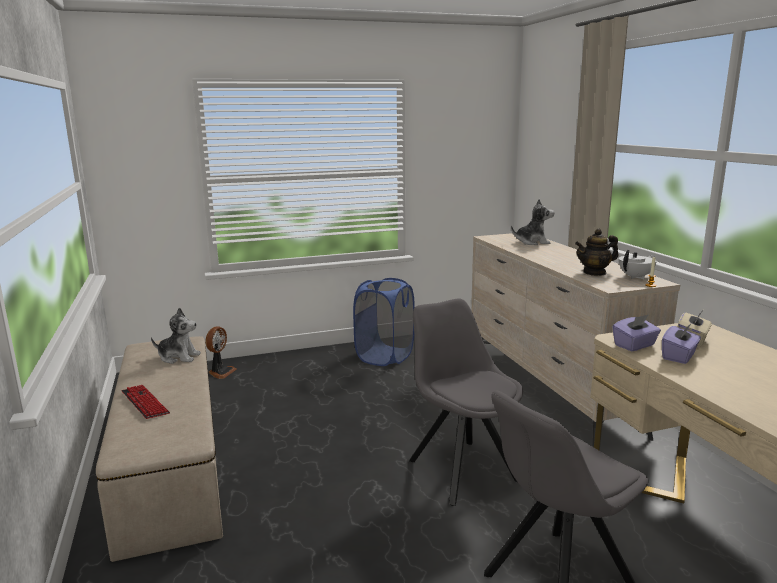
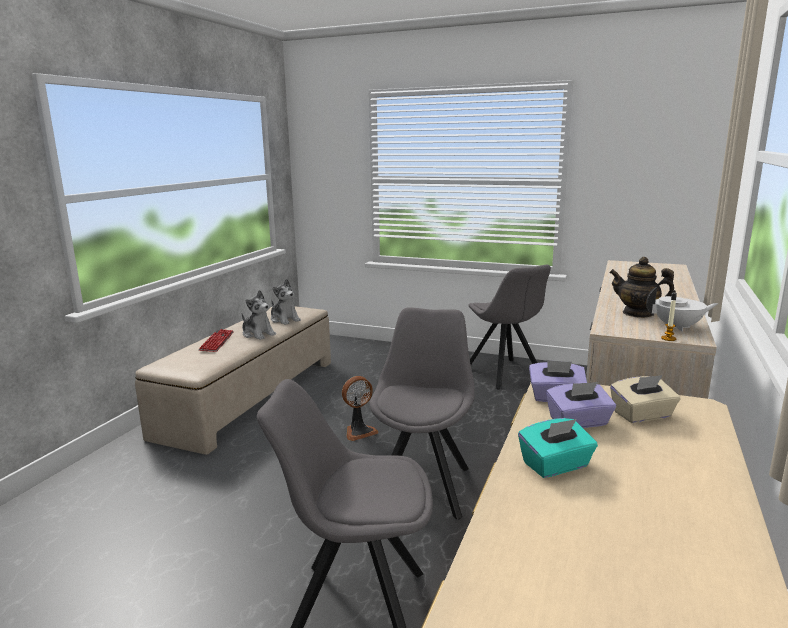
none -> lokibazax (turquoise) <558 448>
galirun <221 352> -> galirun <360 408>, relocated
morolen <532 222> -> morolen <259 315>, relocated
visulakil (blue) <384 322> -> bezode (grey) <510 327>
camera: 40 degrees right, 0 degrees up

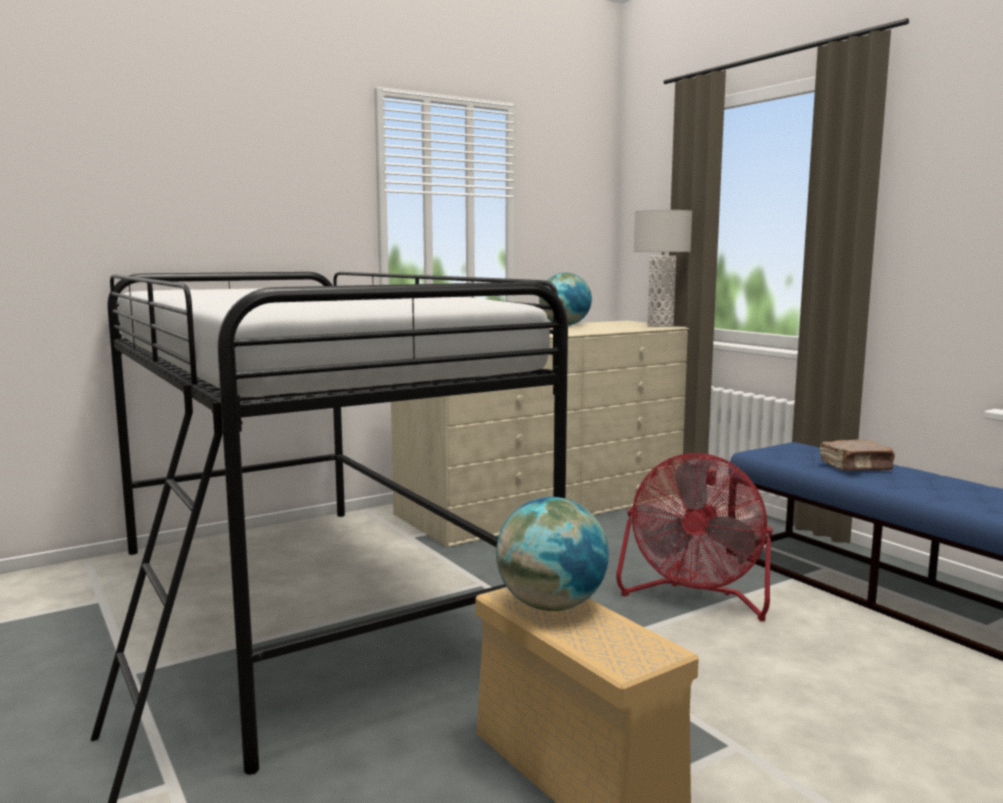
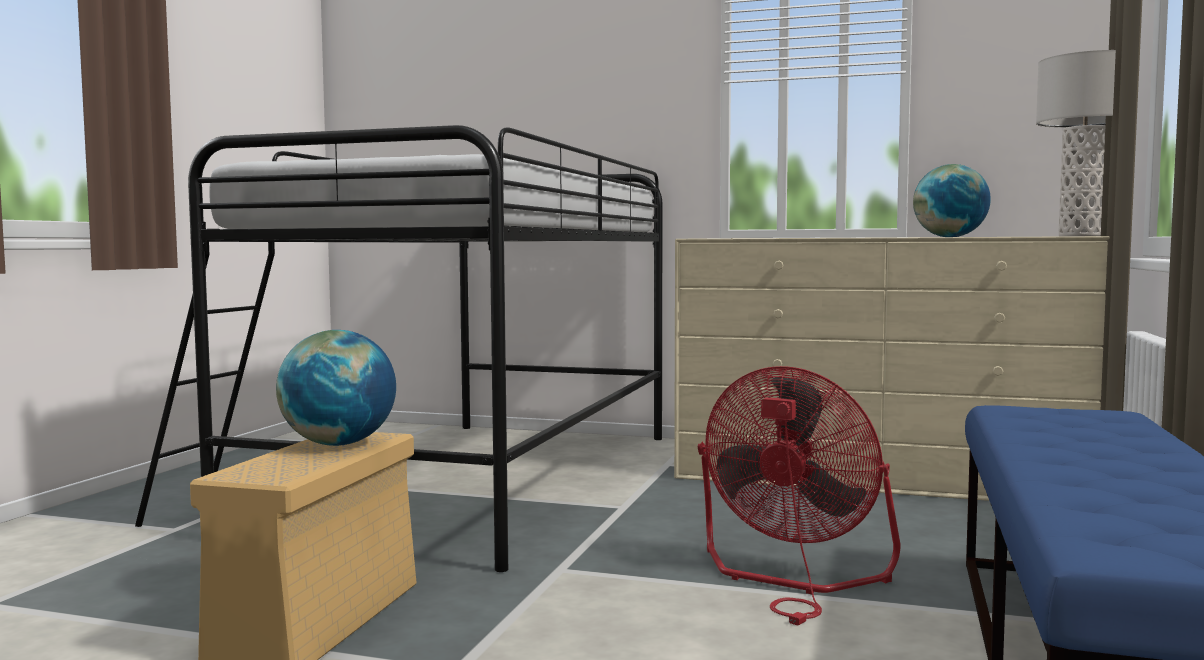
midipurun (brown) <857 454> -> none
galirun (red) <694 537> -> galirun (red) <799 496>, 135 degrees clockwise
camera: 50 degrees right, 5 degrees down

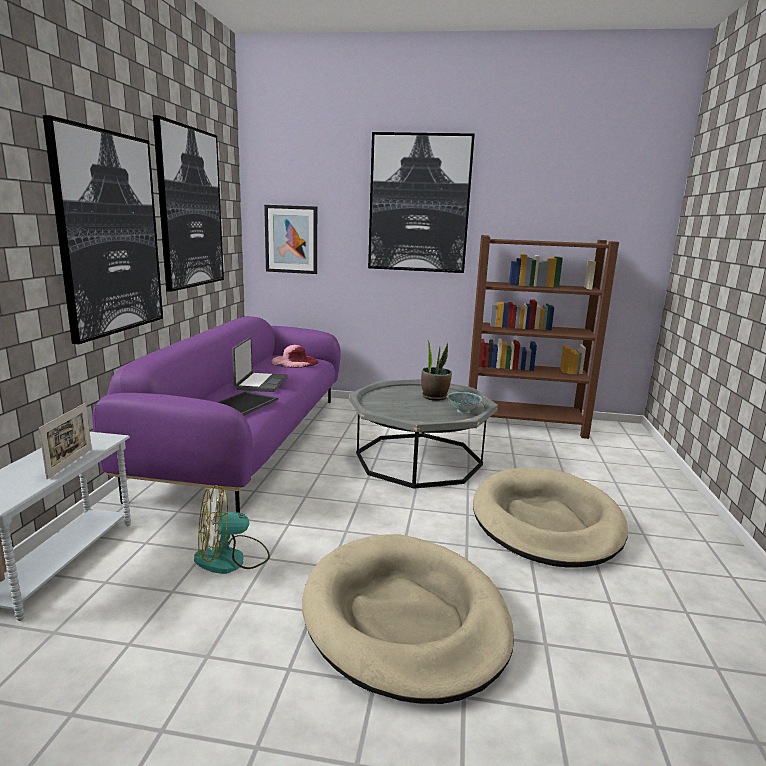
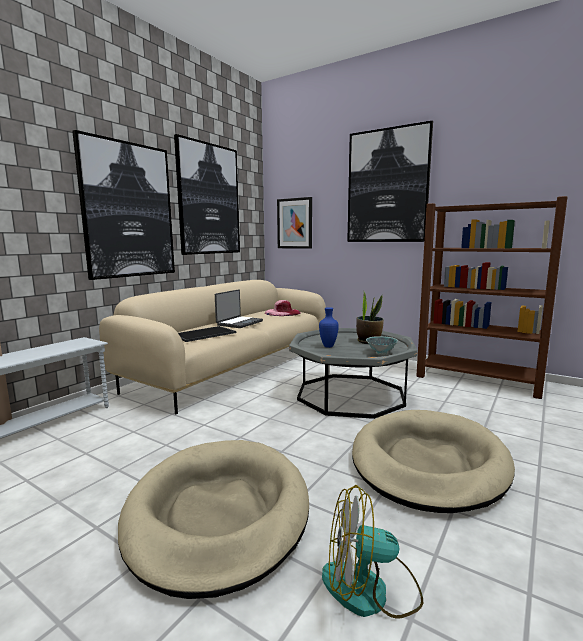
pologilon <65 441> -> none
none -> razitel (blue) <329 327>
galirun <232 529> -> galirun <372 552>, relocated
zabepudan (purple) <216 414> -> zabepudan (beige) <212 347>
camera: 25 degrees right, 5 degrees down

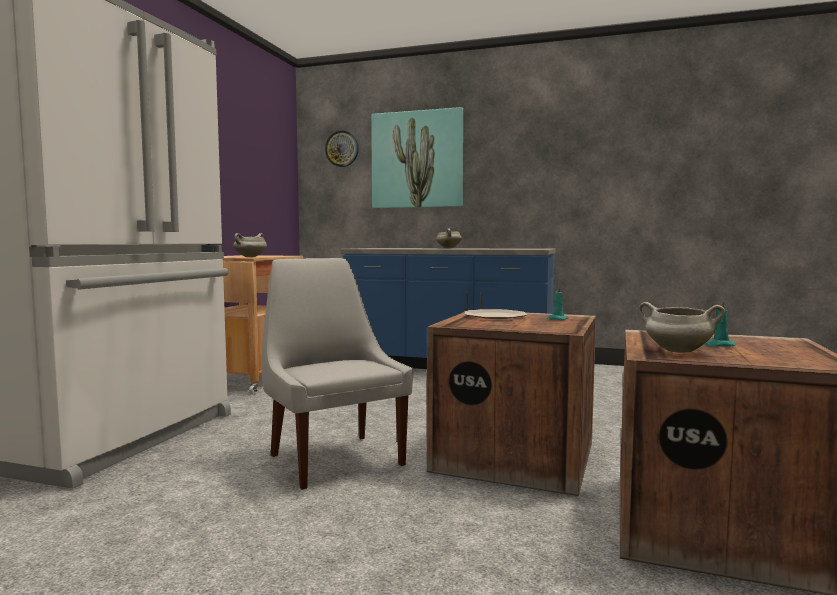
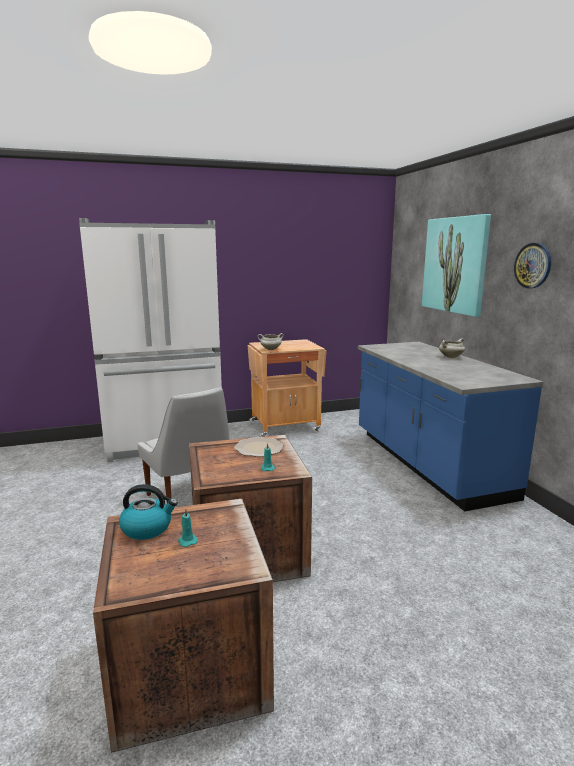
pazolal <342 148> -> pazolal <532 266>, relocated
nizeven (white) <681 327> -> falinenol <148 512>
bezode (white) <337 374> -> bezode (white) <183 445>, 120 degrees clockwise
camera: 55 degrees right, 10 degrees up

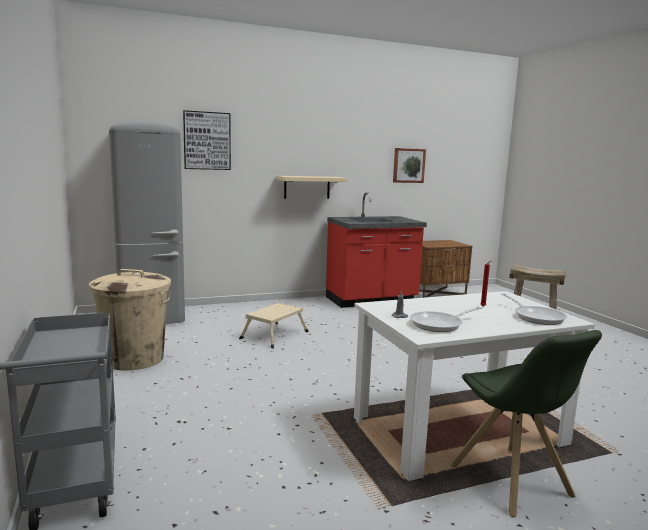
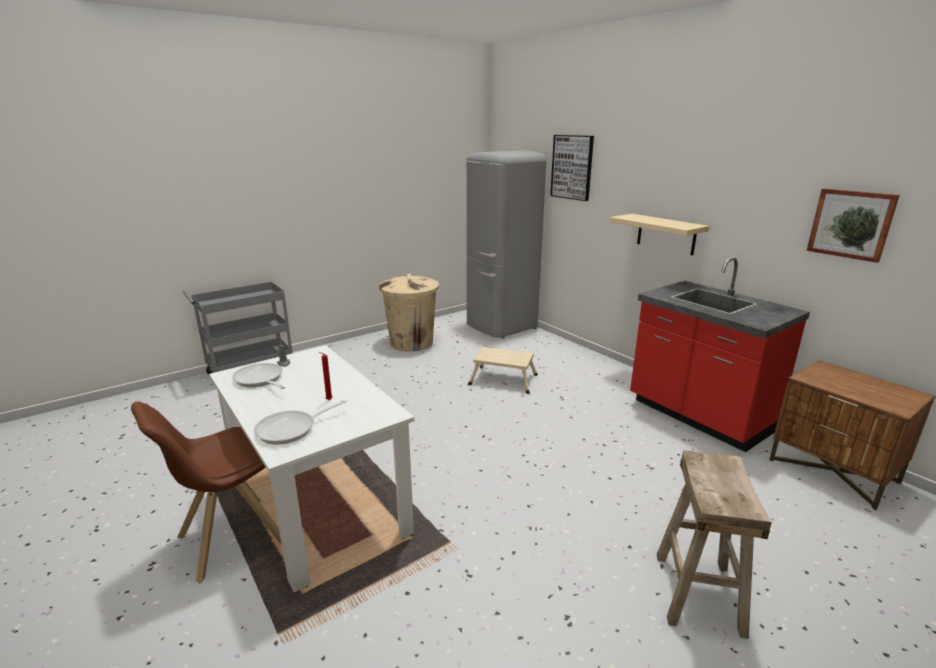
bezode (green) <526 423> -> bezode (brown) <206 491>
camera: 75 degrees right, 10 degrees up

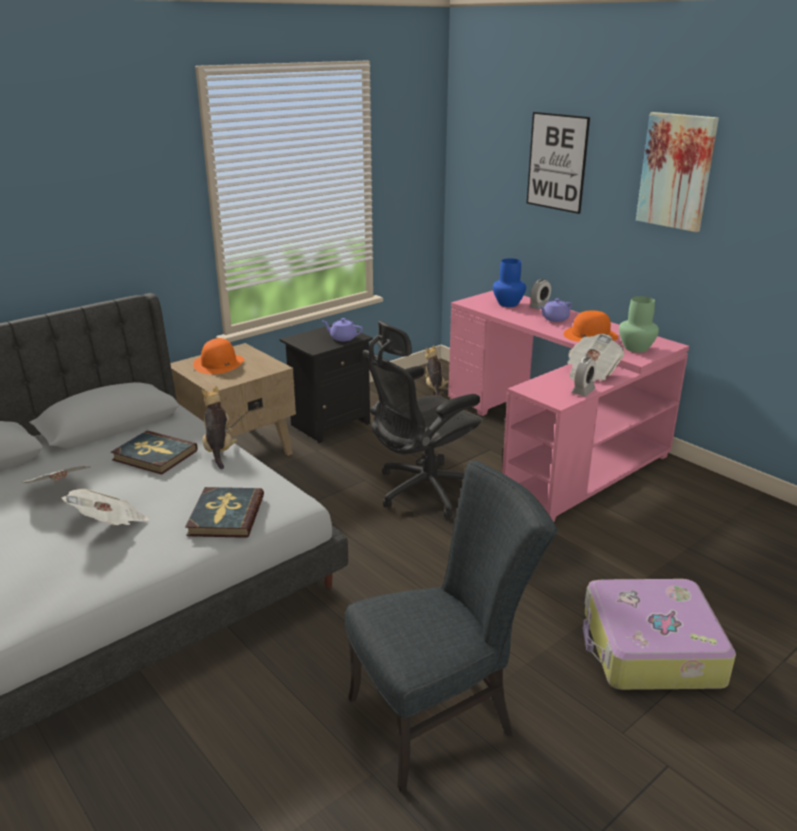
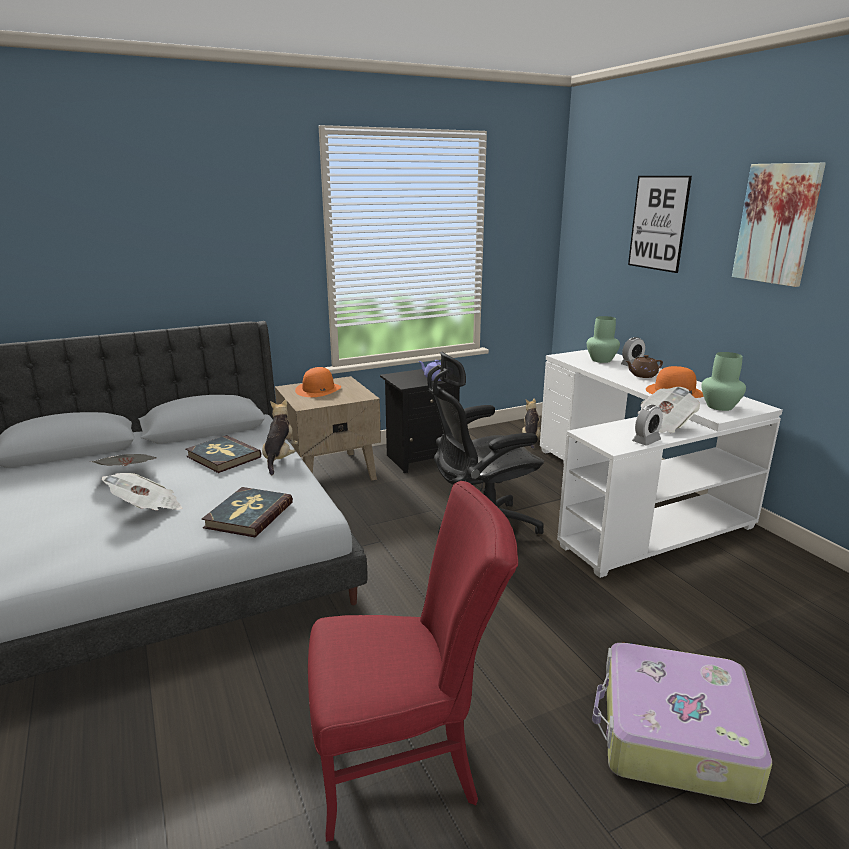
bezode (grey) <451 626> -> bezode (red) <413 661>
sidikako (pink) <568 406> -> sidikako (white) <661 464>
razitel (blue) <509 282> -> razitel (green) <603 339>
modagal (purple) <556 310> -> modagal (brown) <644 366>
camera: 15 degrees right, 5 degrees down

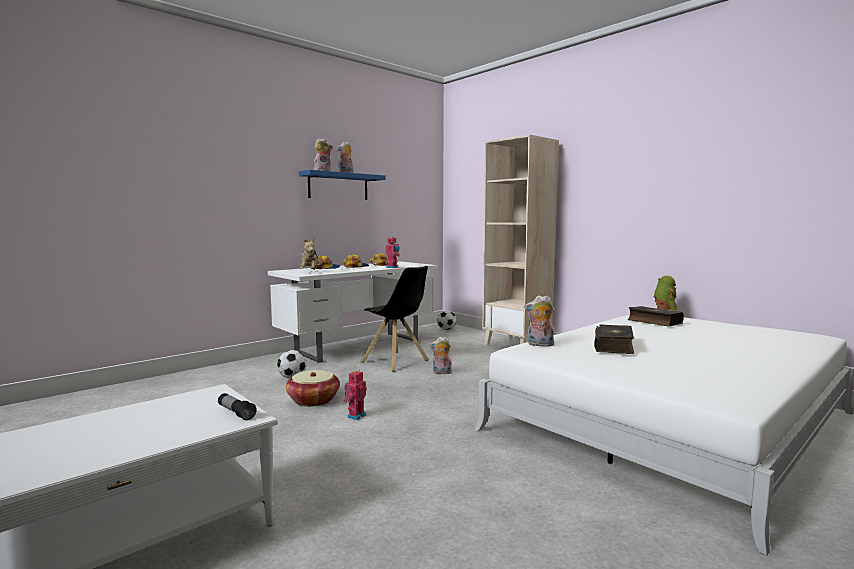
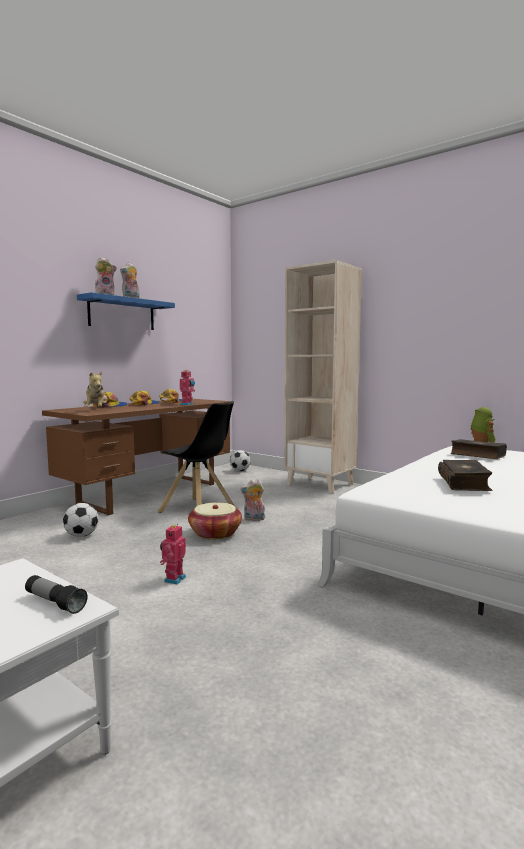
morolen <539 321> -> none
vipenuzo <313 388> -> vipenuzo <215 521>, relocated
sidikako (white) <352 312> -> sidikako (brown) <138 457>
camera: 10 degrees left, 0 degrees up

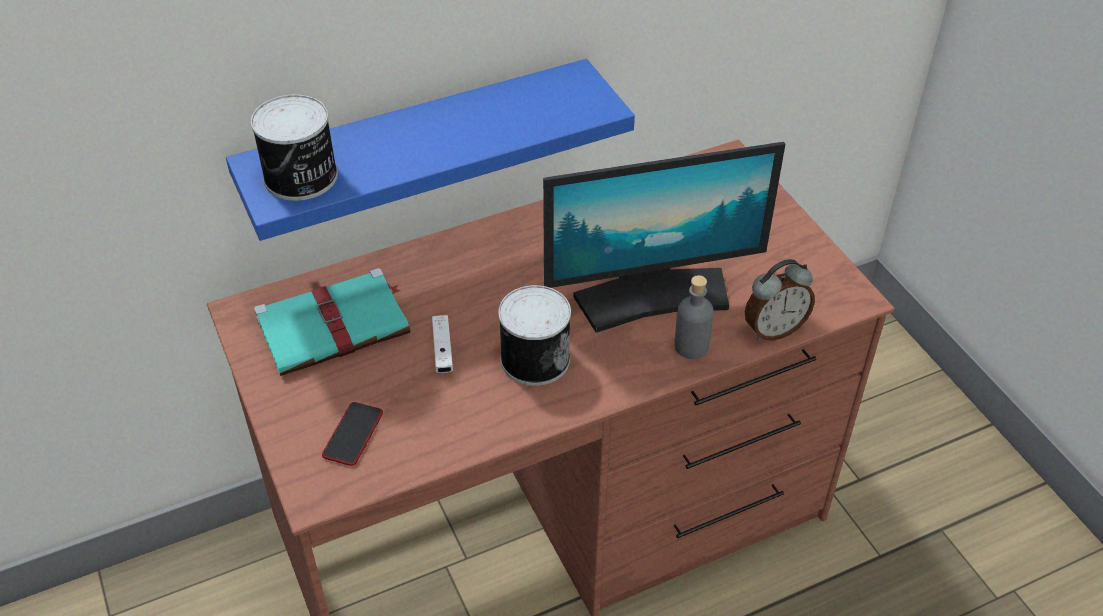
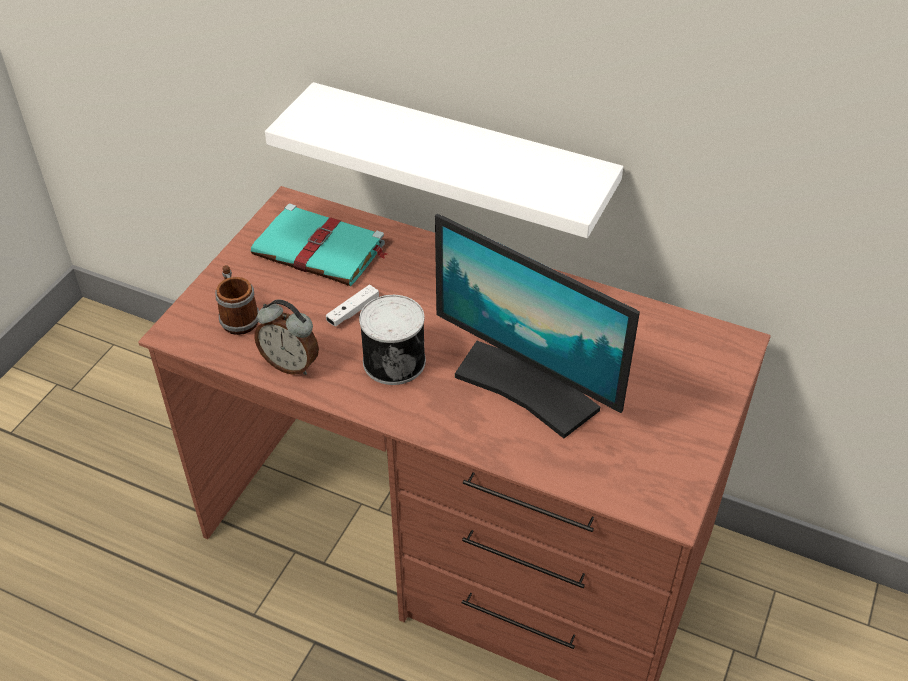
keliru <294 148> -> none
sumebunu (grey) <694 317> -> none
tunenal <780 300> -> tunenal <286 337>, relocated
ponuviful <352 434> -> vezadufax <237 300>
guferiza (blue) <430 150> -> guferiza (white) <444 160>
camera: 50 degrees right, 0 degrees up

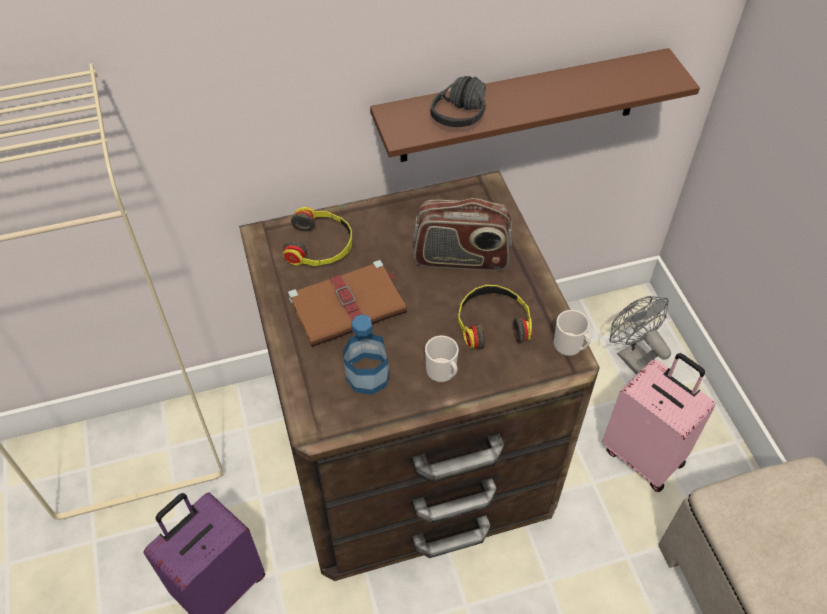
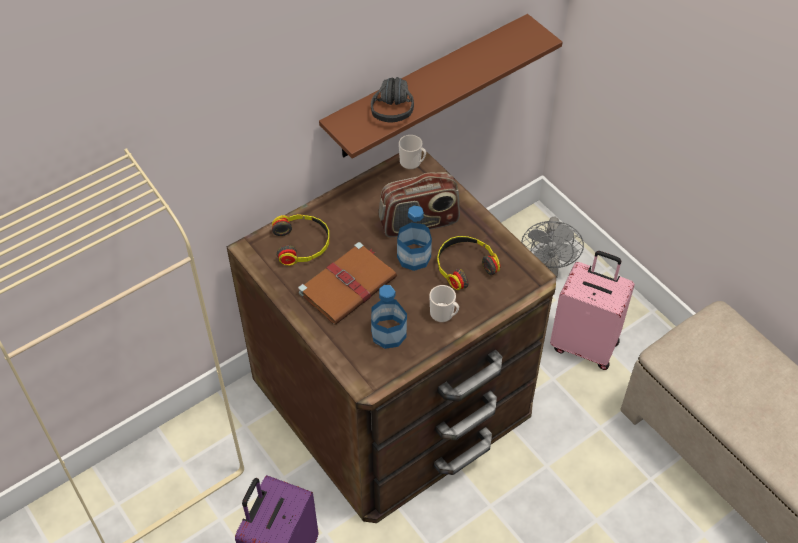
none -> sumebunu <414 238>
vezadufax <572 333> -> vezadufax <412 152>, relocated
galirun (grey) <640 335> -> galirun (grey) <552 247>, 120 degrees counterclockwise
camera: 20 degrees left, 0 degrees up

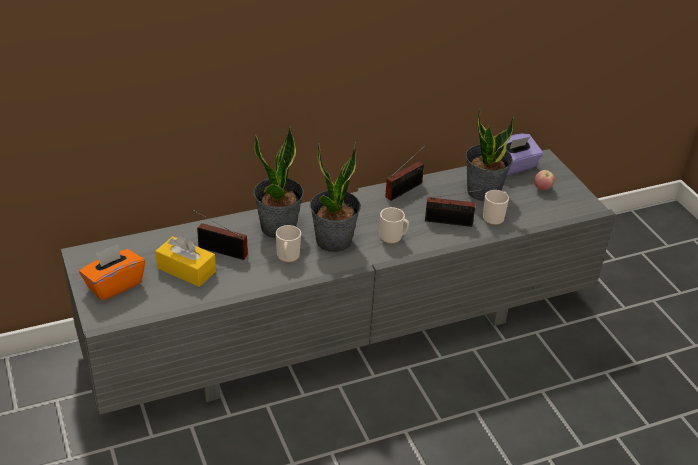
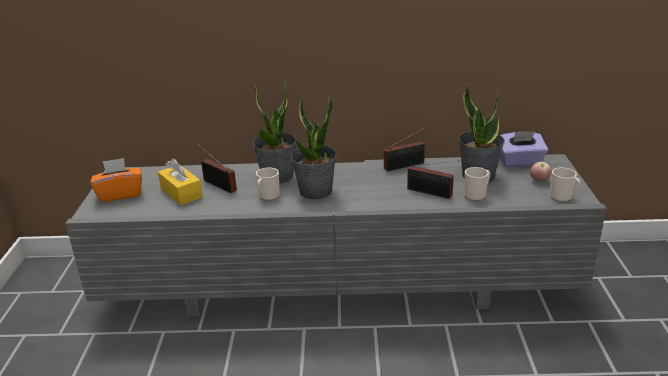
vezadufax <394 225> -> vezadufax <565 184>, relocated
camera: 25 degrees right, 10 degrees down

